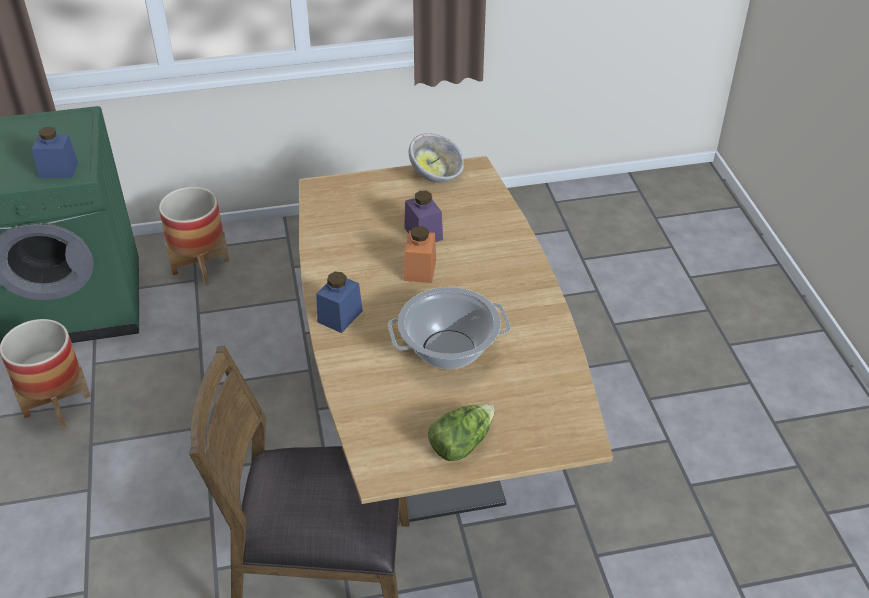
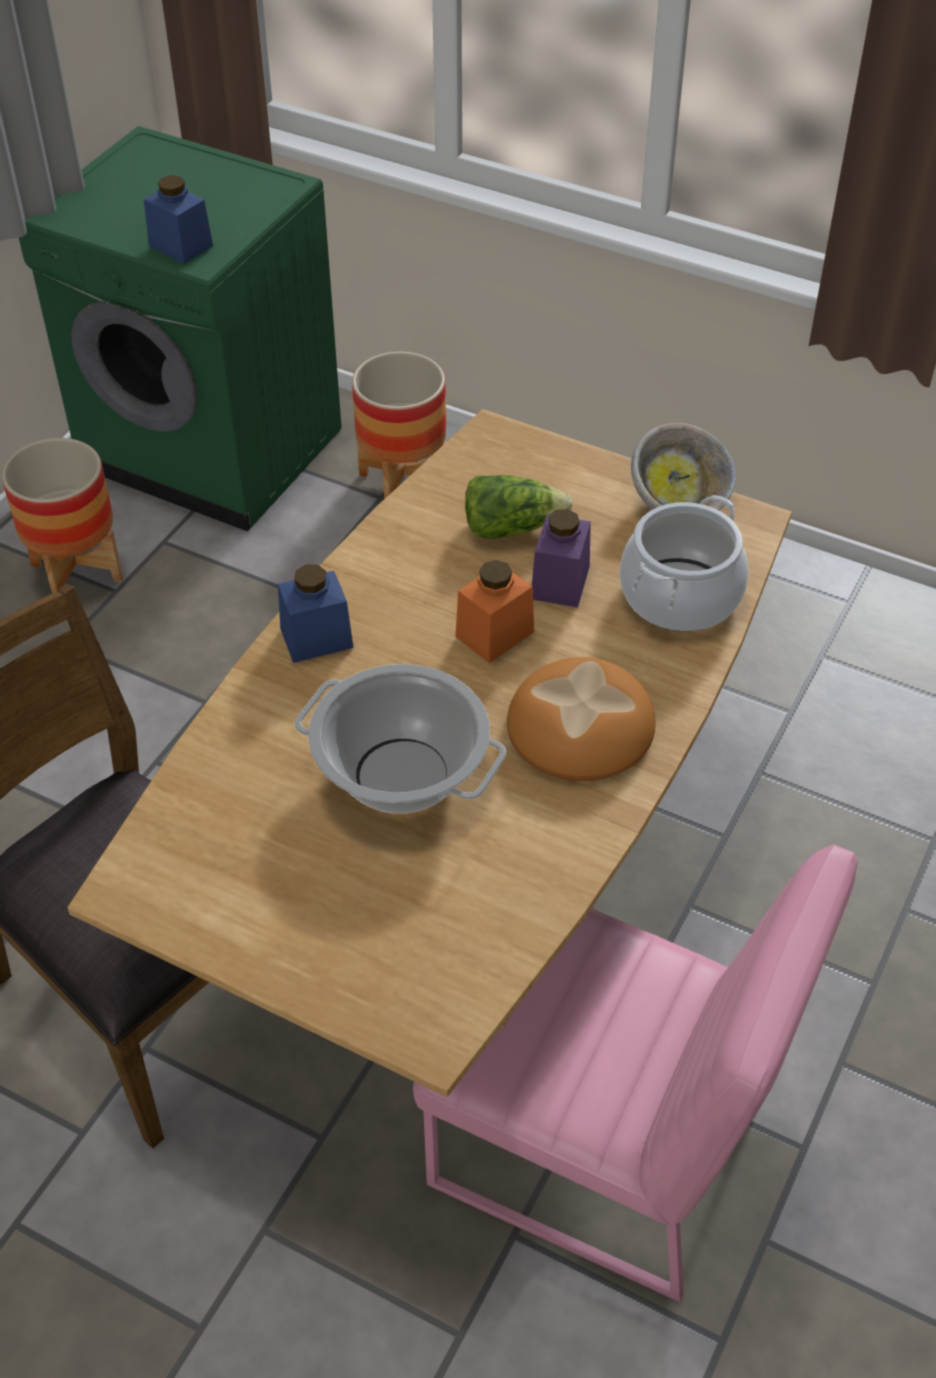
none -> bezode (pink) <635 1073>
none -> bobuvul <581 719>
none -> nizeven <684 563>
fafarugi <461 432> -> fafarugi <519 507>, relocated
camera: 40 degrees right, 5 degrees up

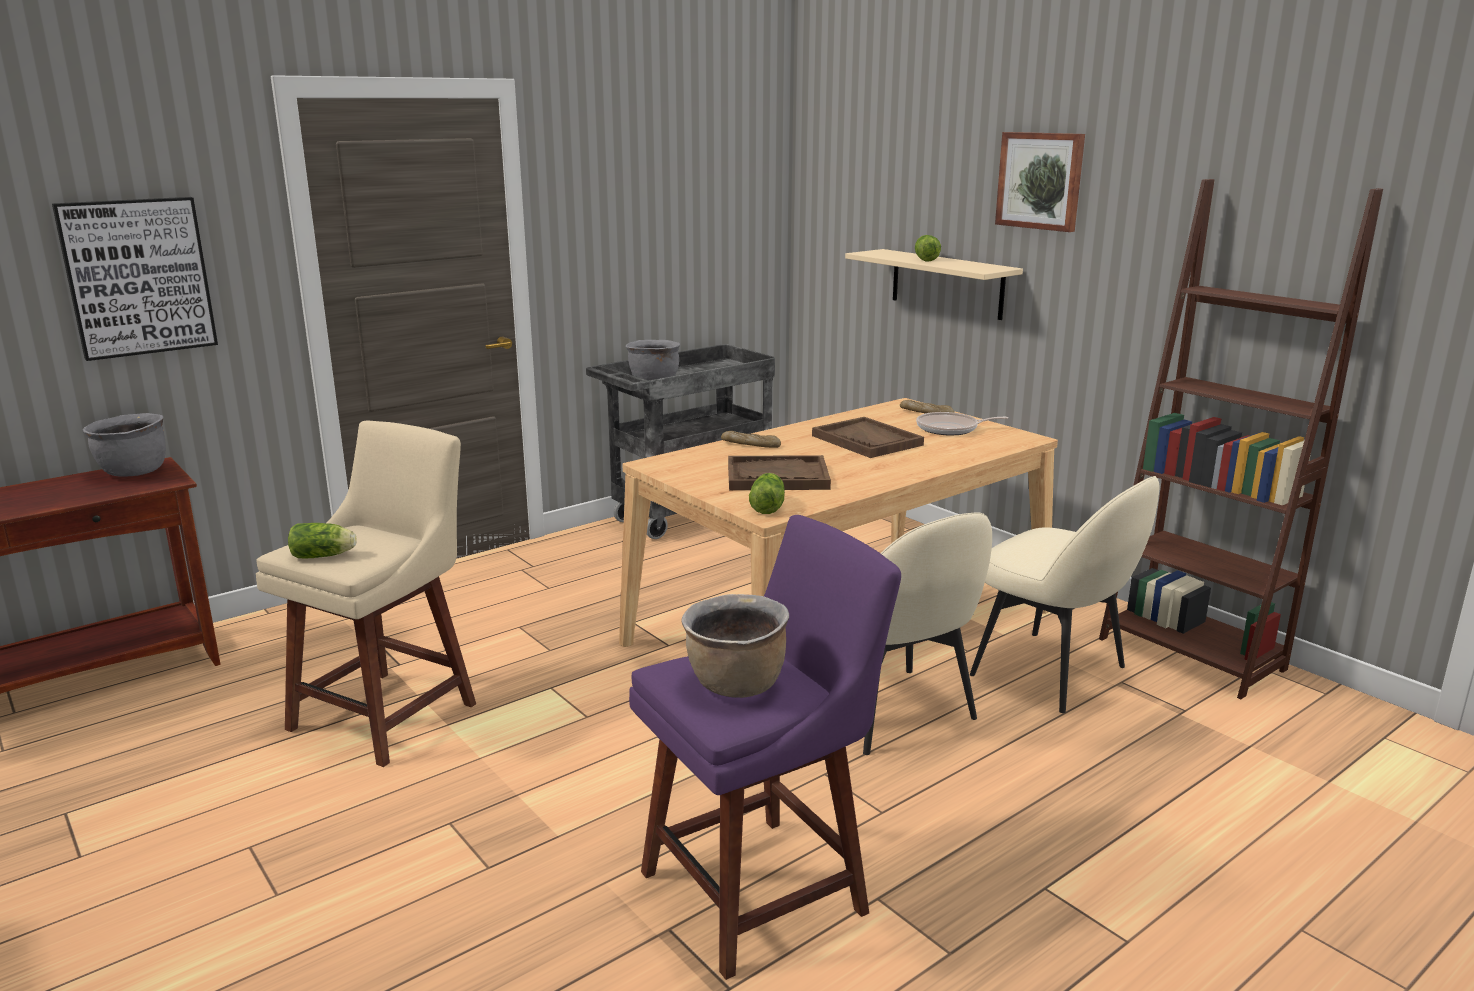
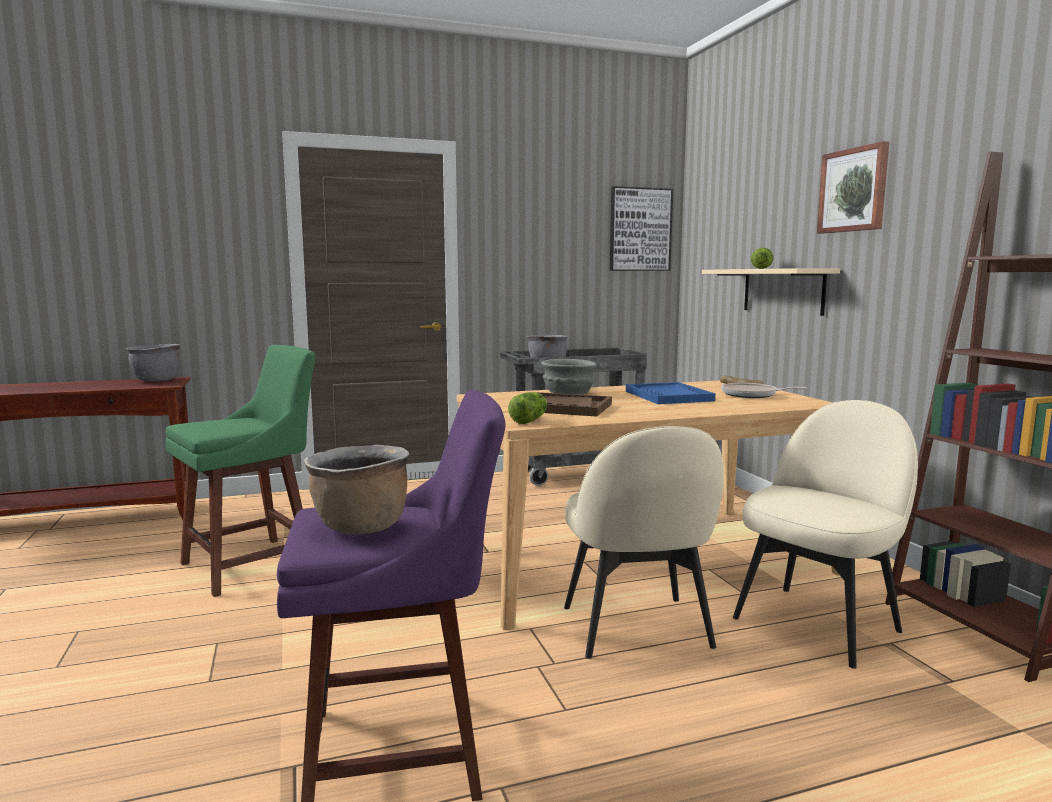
fafarugi <322 540> -> none
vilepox <135 279> -> vilepox <641 228>, relocated
bobuvul <751 439> -> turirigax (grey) <569 377>
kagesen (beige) <366 594> -> kagesen (green) <240 471>
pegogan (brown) <868 437> -> pegogan (blue) <670 393>
bezode (beige) <1064 594> -> bezode (beige) <825 534>, 105 degrees counterclockwise
camera: 20 degrees right, 10 degrees down

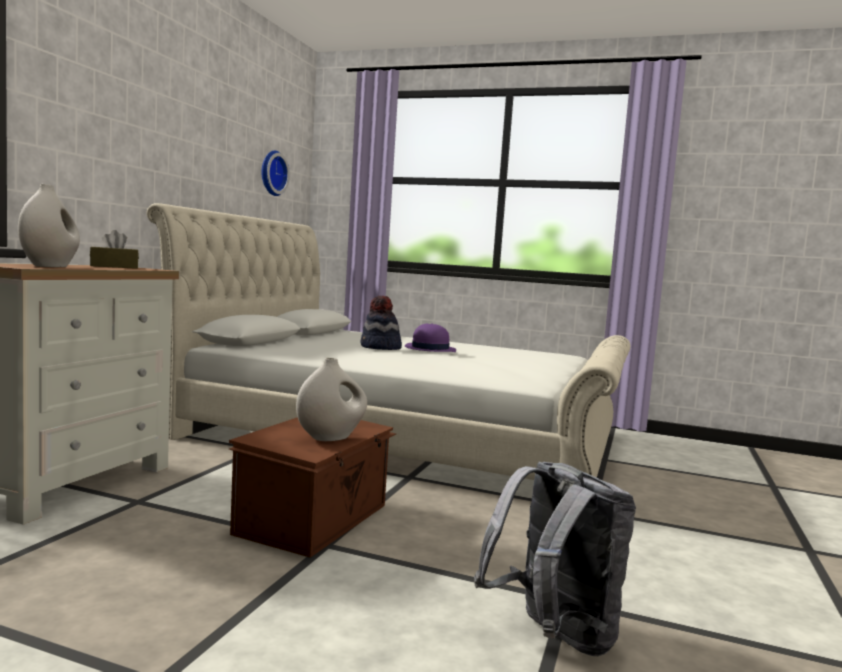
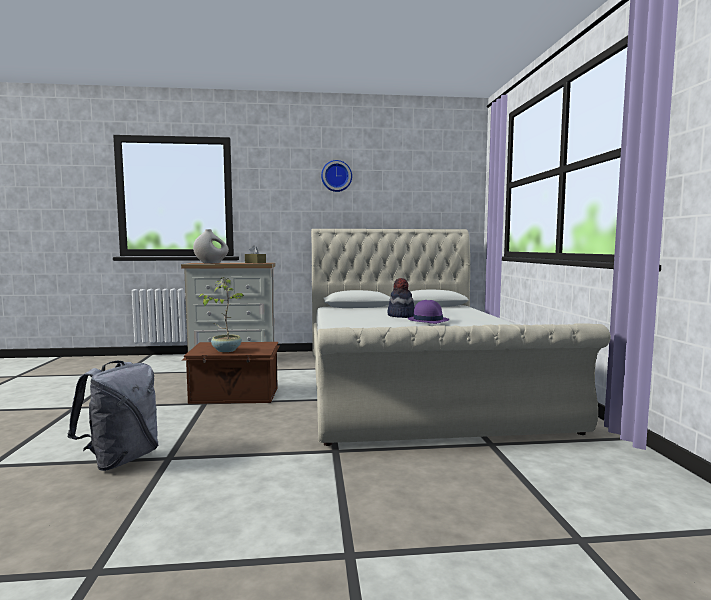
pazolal <275 173> -> pazolal <336 176>, relocated
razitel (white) <331 399> -> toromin <221 315>
camera: 65 degrees right, 0 degrees up

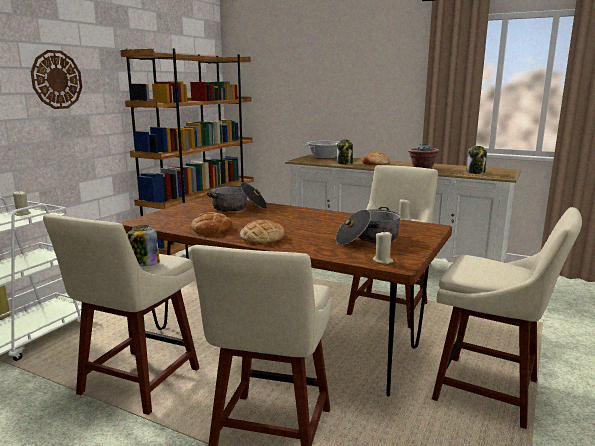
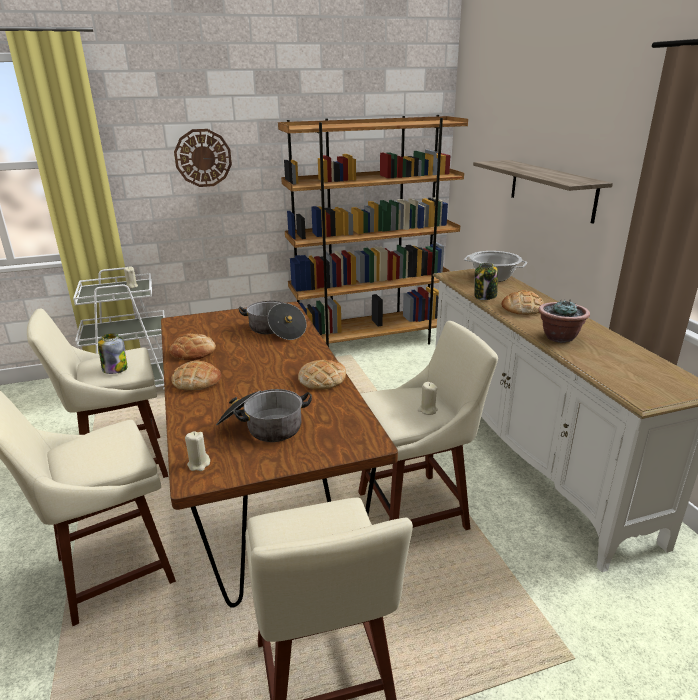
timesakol <476 160> -> none
none -> bobuvul <322 375>
none -> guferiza <543 192>
camera: 45 degrees right, 10 degrees up

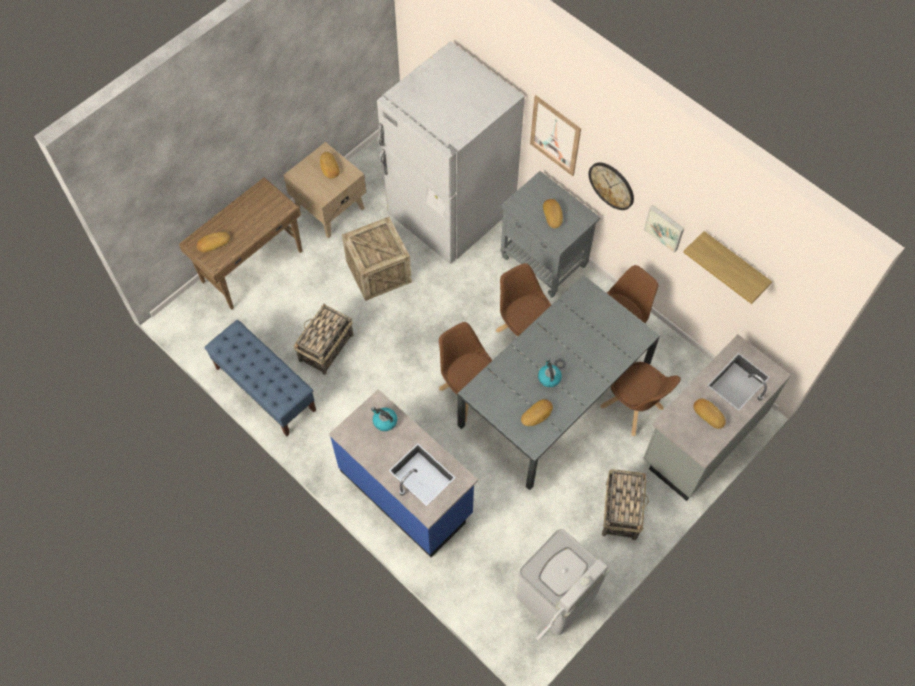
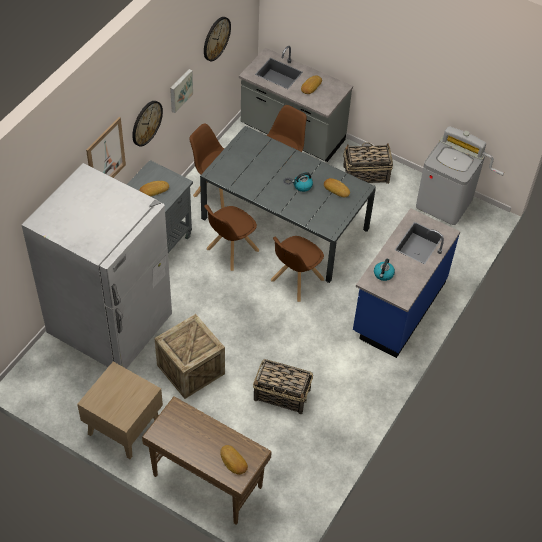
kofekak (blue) <260 378> -> none
bobuvul <330 165> -> none
guferiza <727 267> -> pazolal <217 39>
camera: 105 degrees left, 10 degrees down

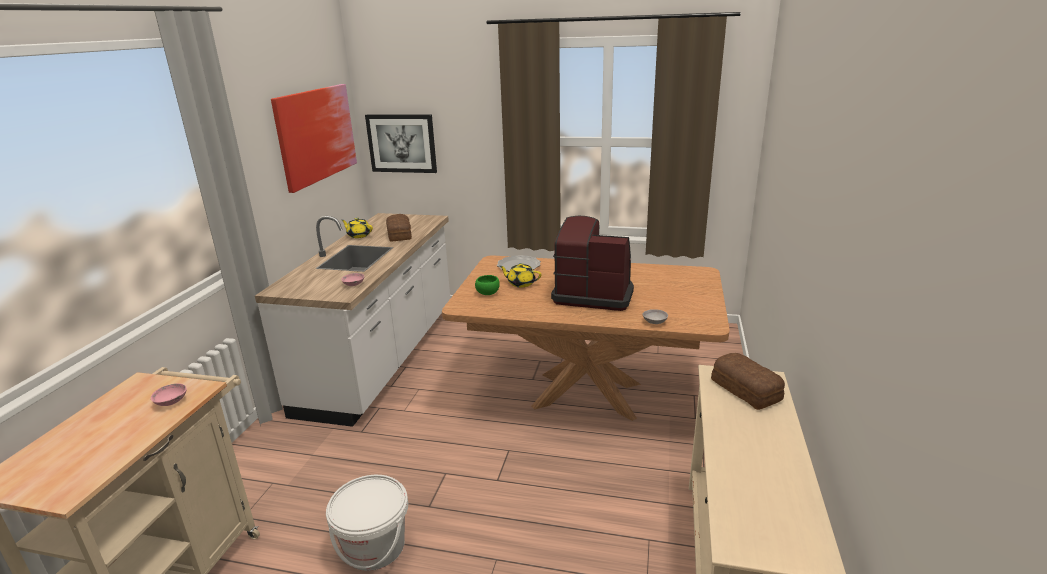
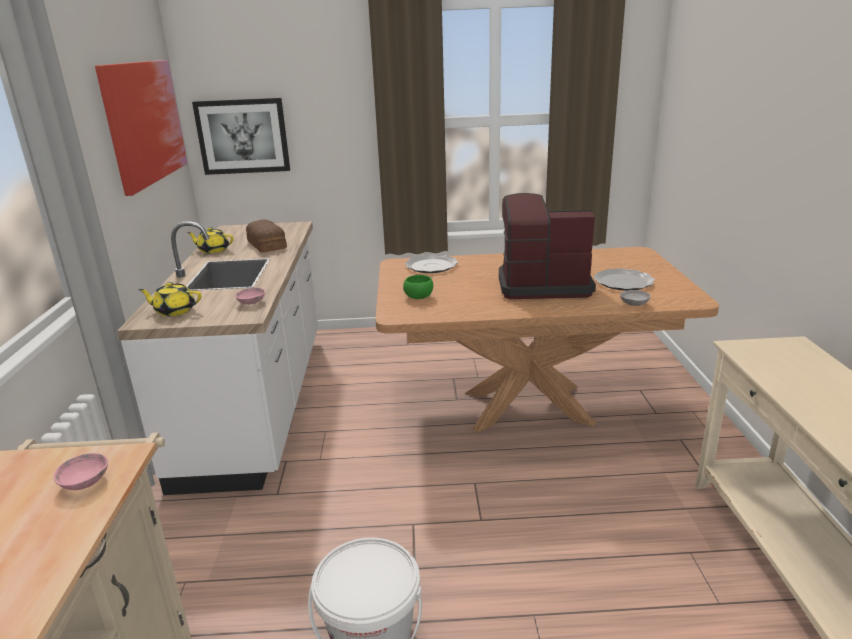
bobuvul <748 381> -> none
none -> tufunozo <624 279>
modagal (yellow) <520 275> -> modagal (yellow) <169 299>, relocated
camera: 15 degrees left, 0 degrees up

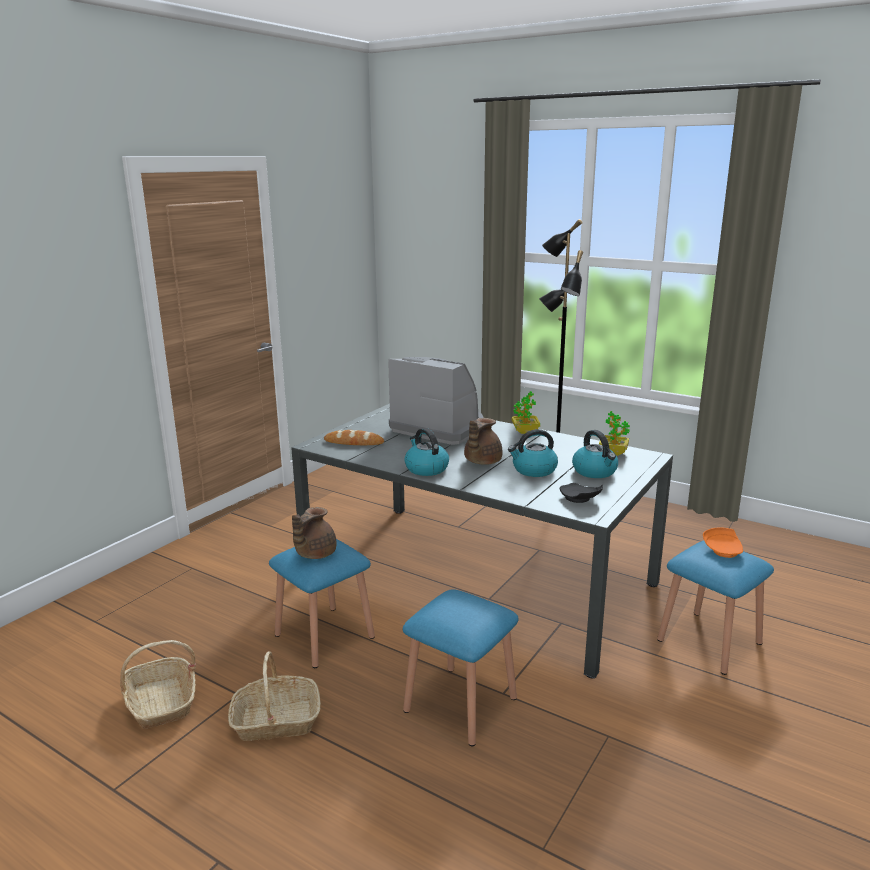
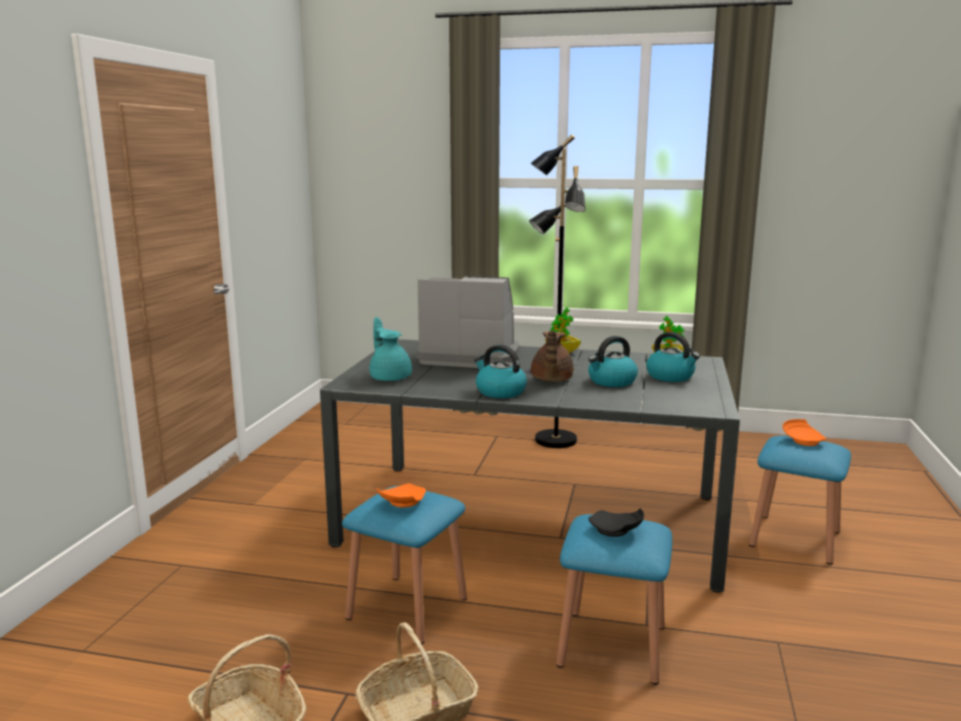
tufunozo (black) <581 493> -> tufunozo (black) <616 522>, relocated
modagal (brown) <314 533> -> tufunozo (orange) <401 495>
bobuvul <354 437> -> modagal (turquoise) <390 349>
camera: 20 degrees left, 5 degrees down

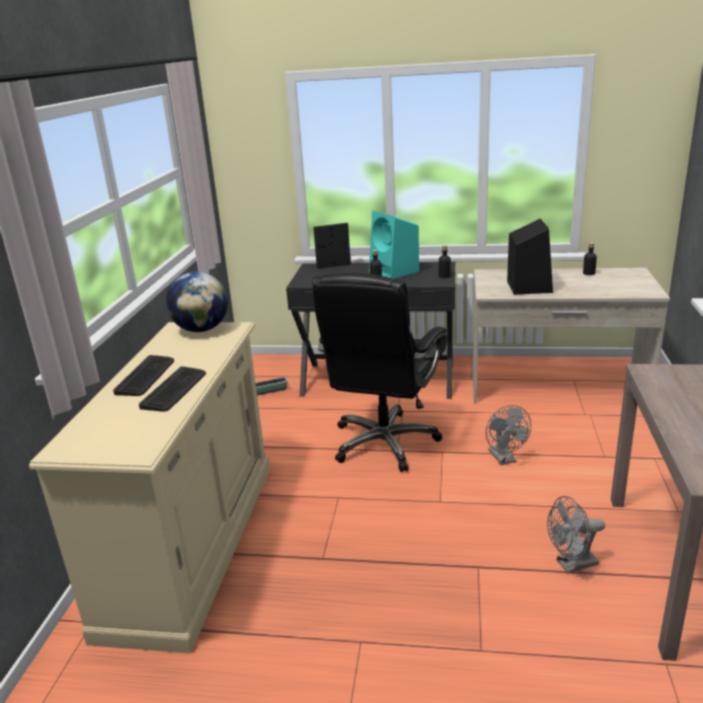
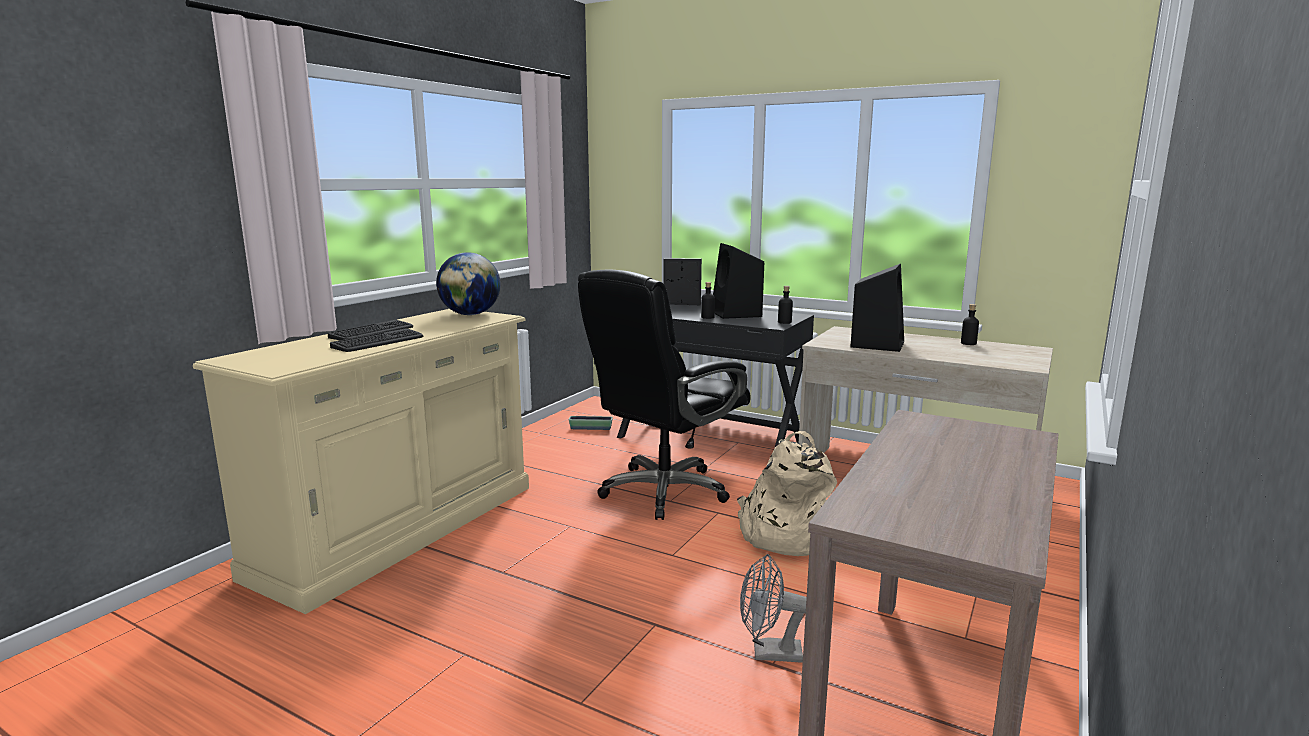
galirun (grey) <508 435> -> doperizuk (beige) <787 493>
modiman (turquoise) <394 245> -> modiman (black) <738 281>
camera: 20 degrees right, 10 degrees down

